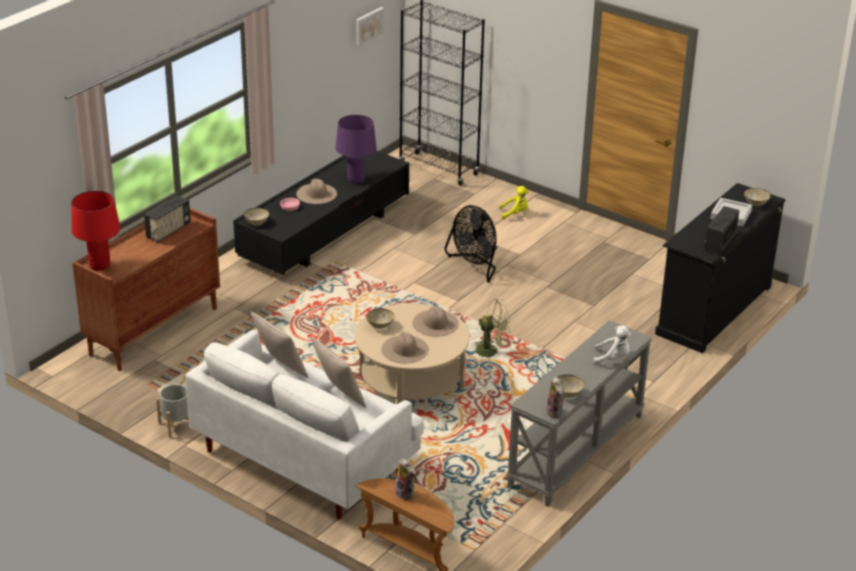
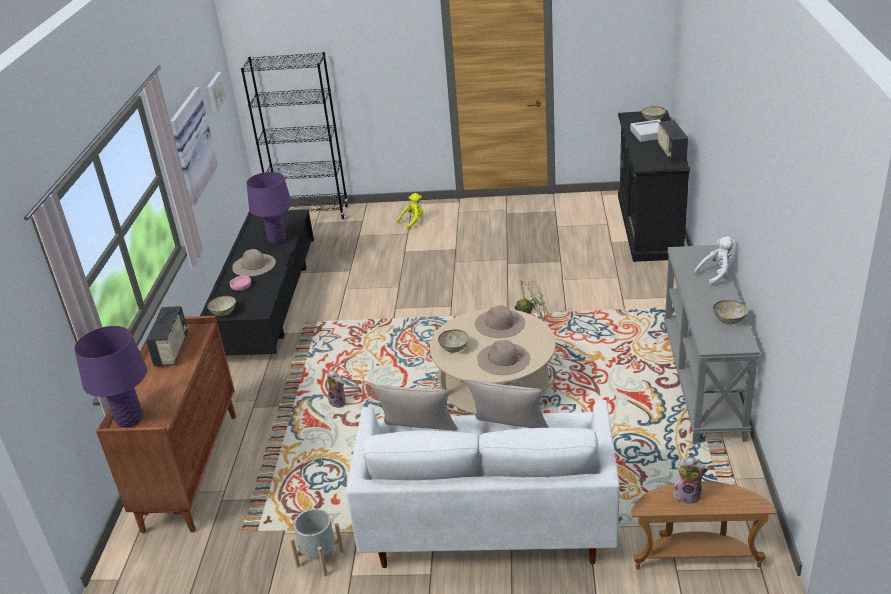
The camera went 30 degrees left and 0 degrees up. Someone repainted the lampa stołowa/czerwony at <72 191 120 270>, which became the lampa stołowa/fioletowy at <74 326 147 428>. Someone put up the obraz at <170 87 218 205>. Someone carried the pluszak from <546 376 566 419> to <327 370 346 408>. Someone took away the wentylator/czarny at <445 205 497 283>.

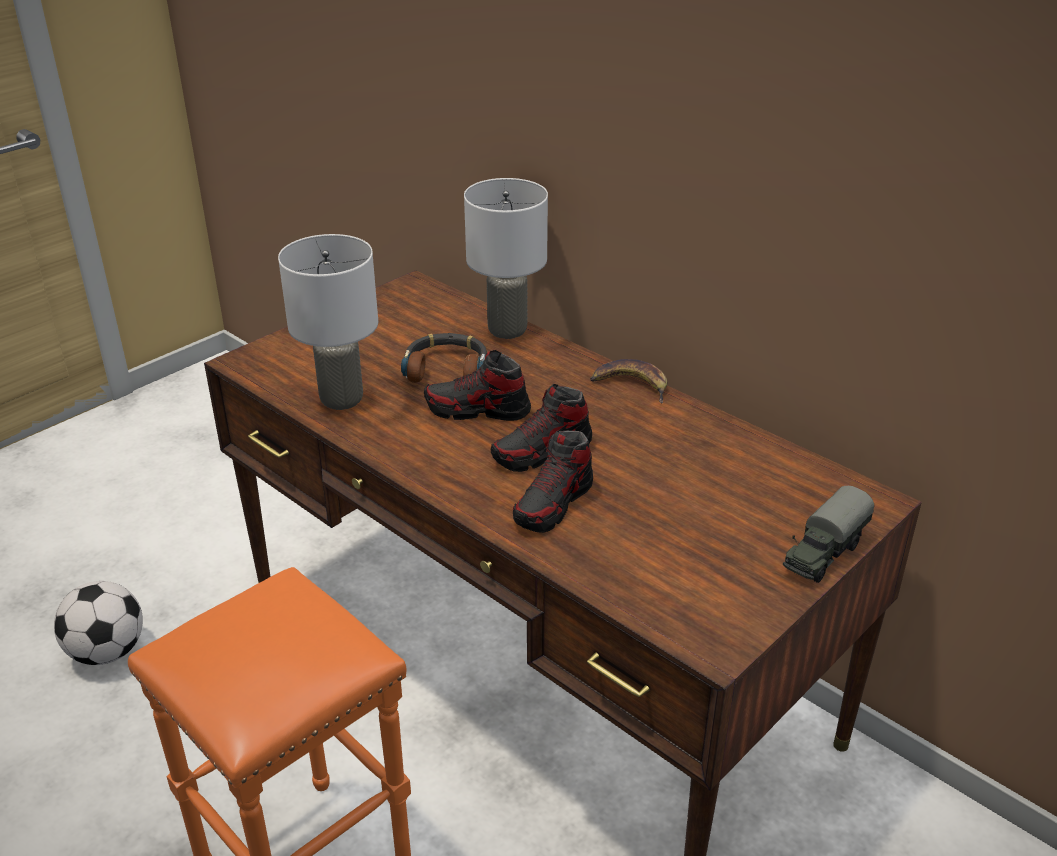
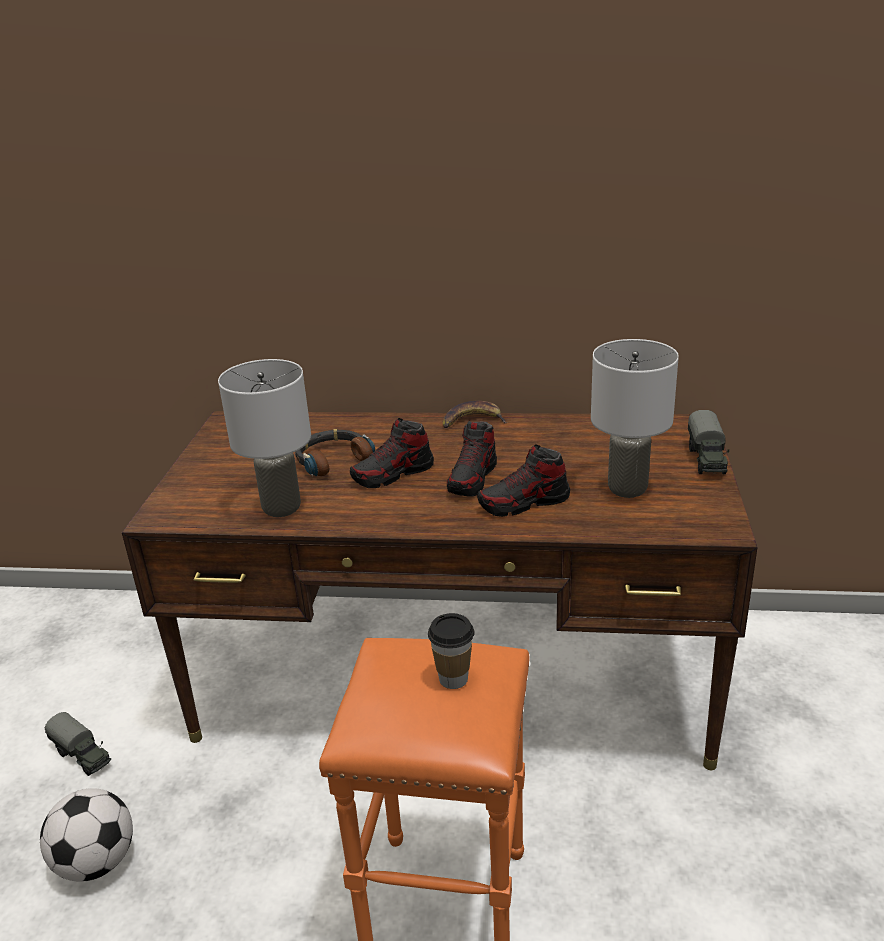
The camera went 35 degrees left and 5 degrees down. Someone put down the ciężarówka zabawkowa at <45 712 111 776>. Someone put down the filiżanka at <428 613 475 689>. Someone rotated the but at <513 431 593 533> by 75 degrees clockwise. Someone carried the lampa stołowa/biały from <464 178 548 339> to <591 339 679 498>.

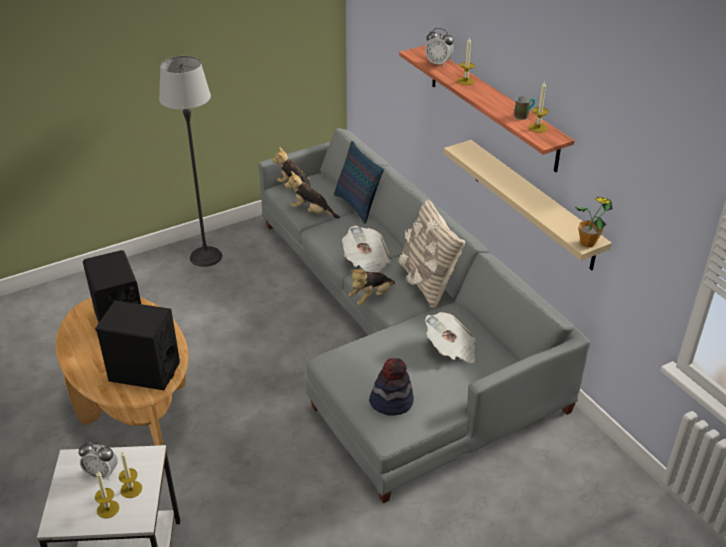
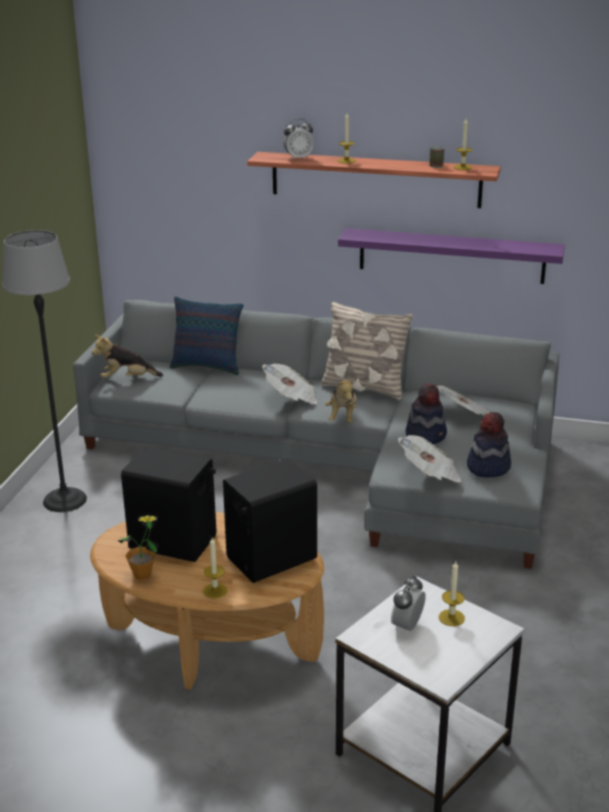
The camera went 45 degrees left and 10 degrees down. Someone carried the roślina doniczkowa from <576 197 613 247> to <117 515 159 580>. Someone carried the świeca from <95 470 119 518> to <203 538 227 598>. Someone repainted the półka/beżowy at <444 140 612 271>, which became the półka/fioletowy at <338 228 565 284>. Someone rotated the budzik at <79 442 118 480> by 150 degrees clockwise. Someone put down the gazeta at <398 435 462 483>. Someone put down the kapelusz at <406 383 447 444>. Someone took away the pluszak at <285 171 340 219>.

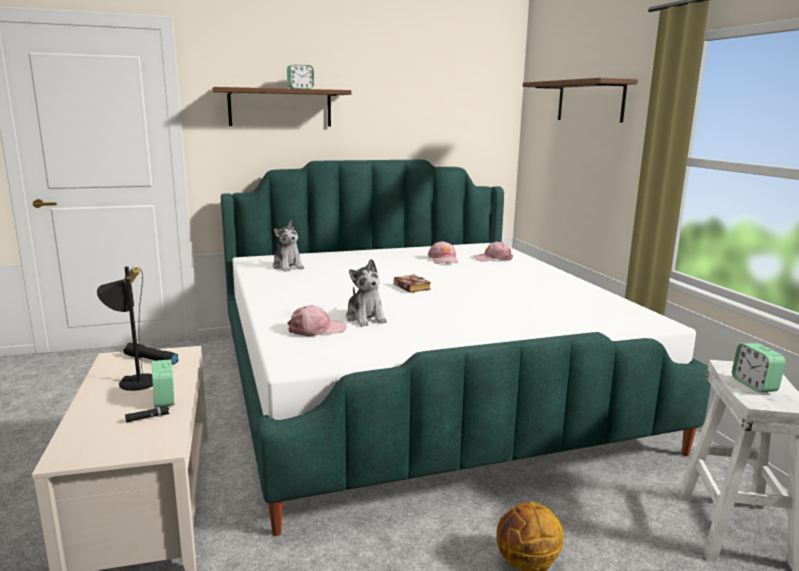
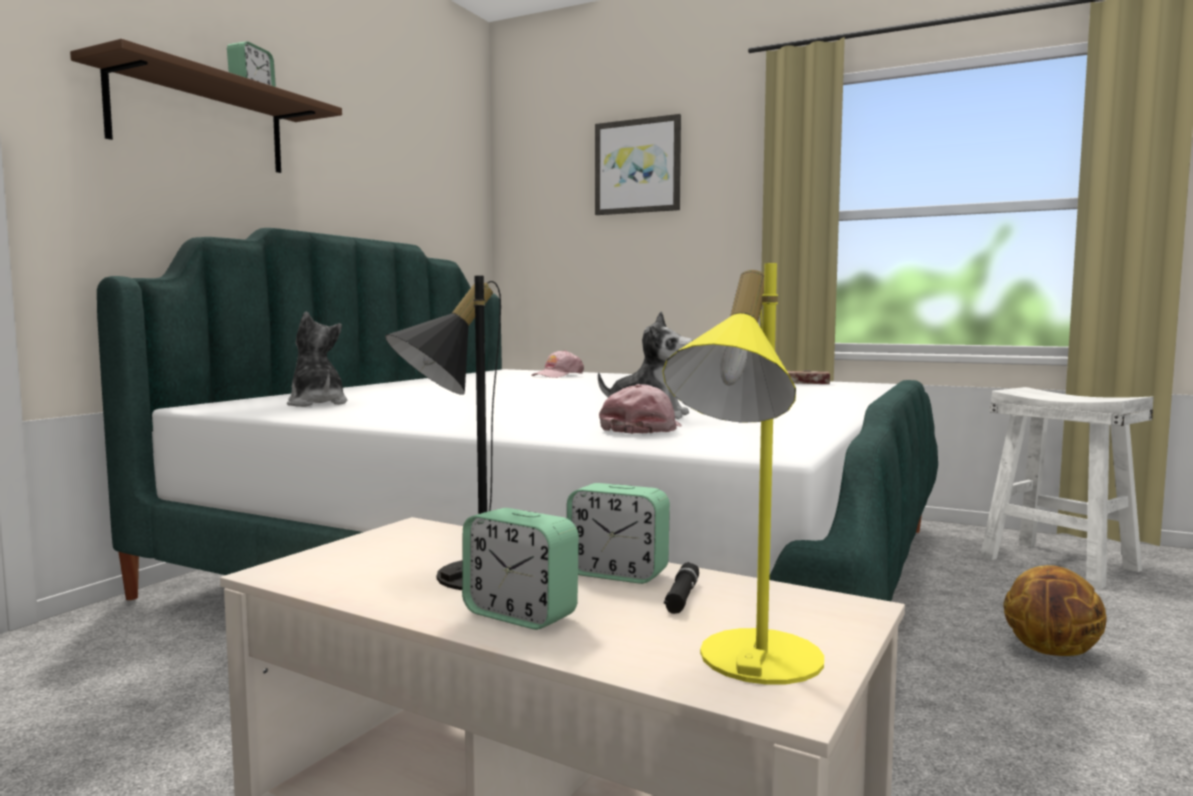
The camera went 45 degrees left and 10 degrees down. Someone rotated the pluszak at <273 221 305 272> by 135 degrees counterclockwise. Someone carried the budzik from <732 343 786 392> to <462 508 579 630>. Someone swapped the półka/brązowy at <523 78 638 123> for the obraz at <595 114 681 215>. Someone put down the lampa stołowa/żółty at <662 263 824 685>. Someone carried the książka from <394 275 431 293> to <787 370 830 384>. Someone took away the latarka/czarny at <123 342 178 364>. Someone took away the czapka z daszkiem/różowy at <428 241 458 264>.

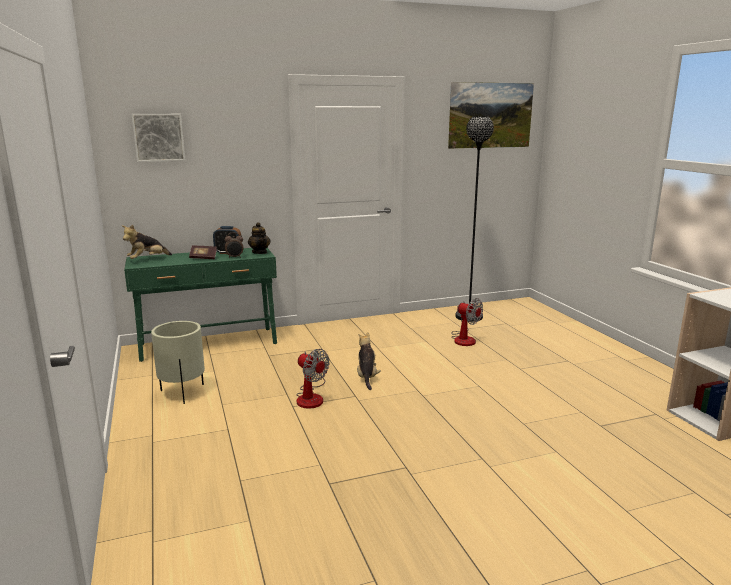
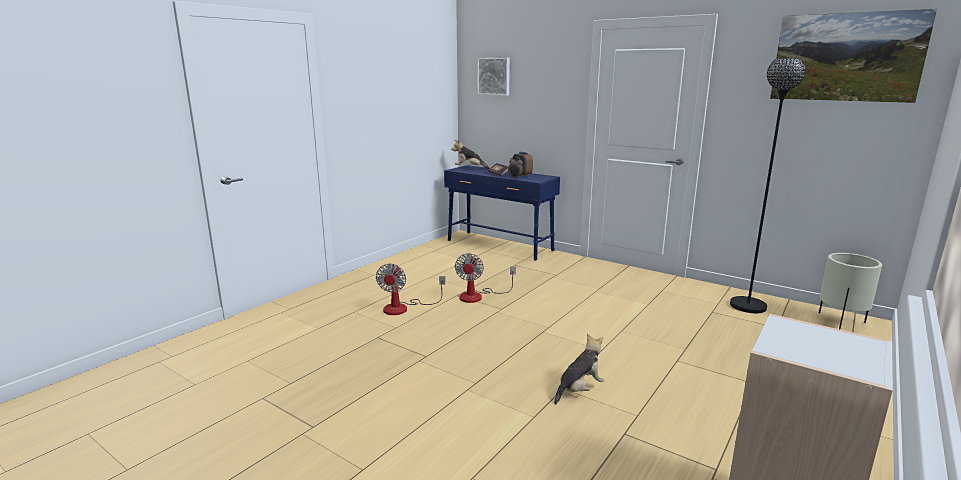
The camera went 55 degrees right and 0 degrees up. Someone carried the wentylator from <451 298 483 346> to <376 263 445 315>. Someone repainted the stolik konsolowy/zielony at <124 248 277 362>, which became the stolik konsolowy/niebieski at <444 165 560 261>. Someone carried the pluszak from <357 332 381 390> to <554 334 604 405>. Someone carried the donica/beżowy from <151 321 205 404> to <819 253 882 329>. Someone took away the imbryk at <248 222 270 254>.

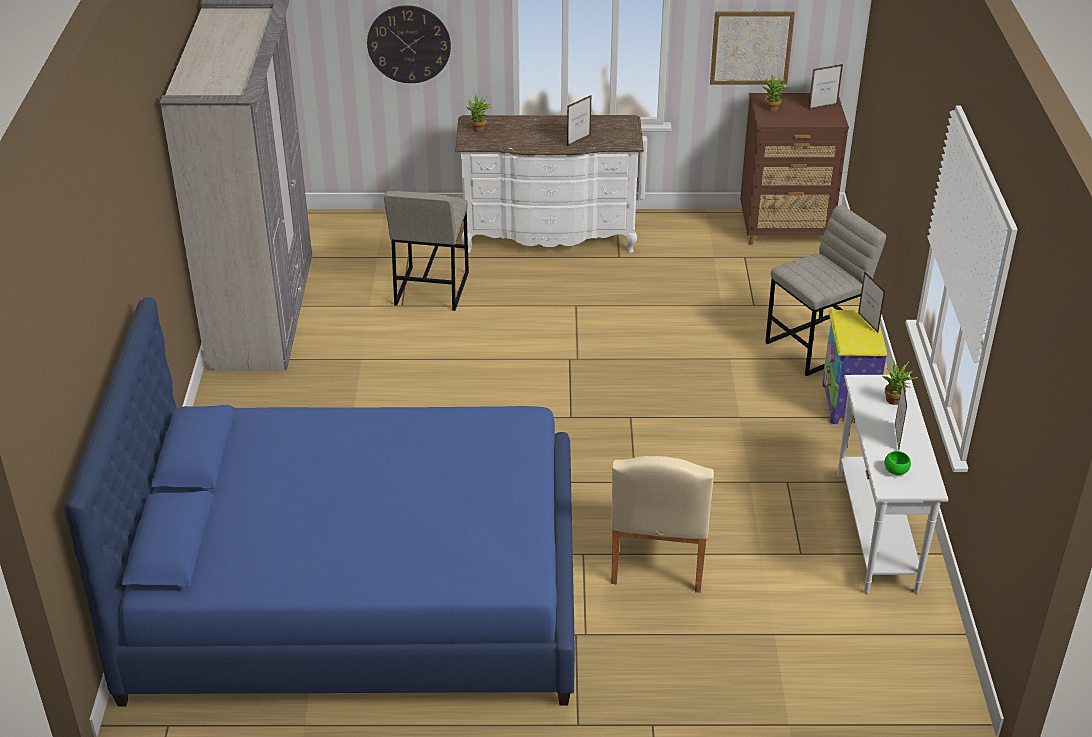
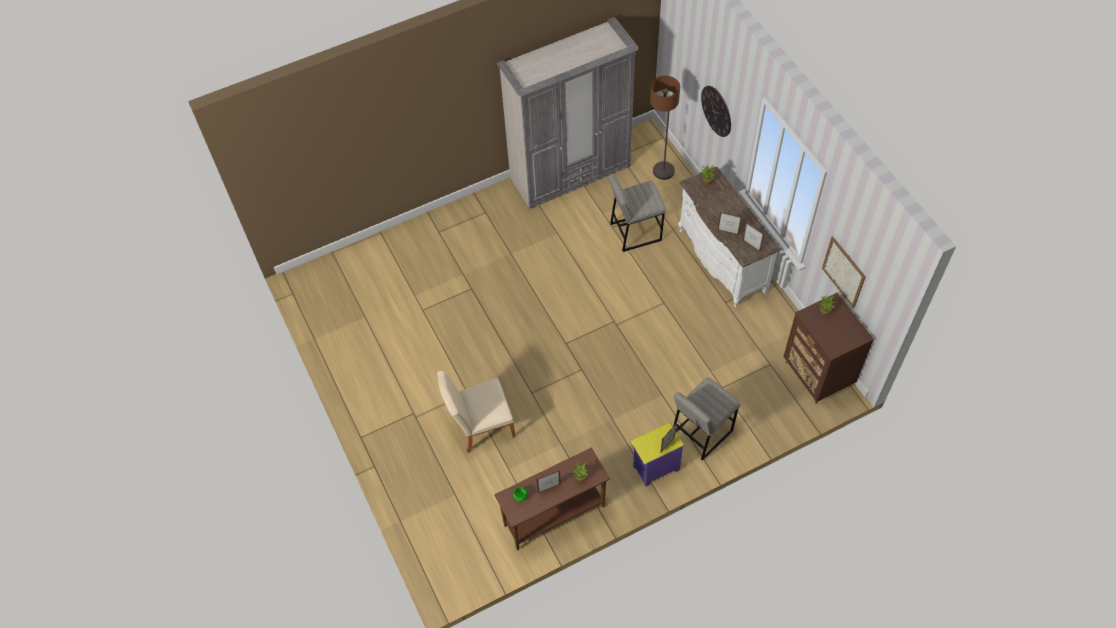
The camera went 65 degrees right and 20 degrees up. Someone repainted the stolik konsolowy/biały at <837 375 948 594>, which became the stolik konsolowy/brązowy at <494 447 610 550>. Someone put down the lampa stojąca/brązowy at <650 76 680 180>. Someone rotated the krzesło/szary at <765 205 886 376> by 105 degrees clockwise. Someone carried the ramka na zdjęcie from <808 64 843 110> to <743 223 764 251>. Someone took away the łóżko/niebieski at <64 297 575 707>.

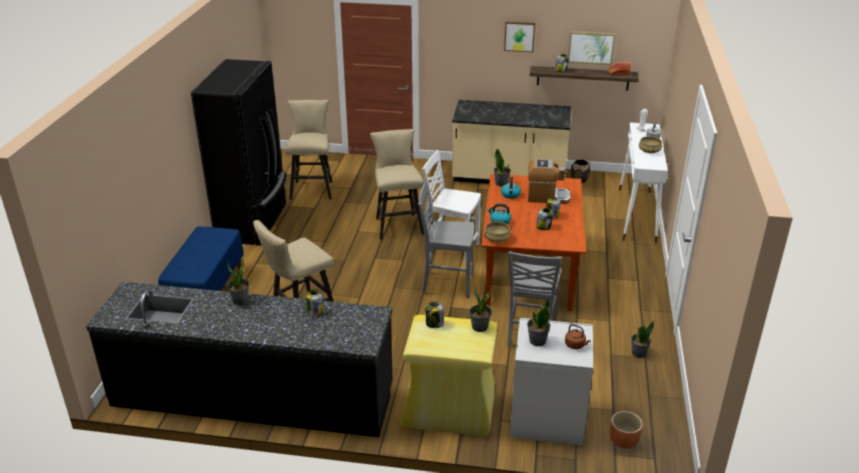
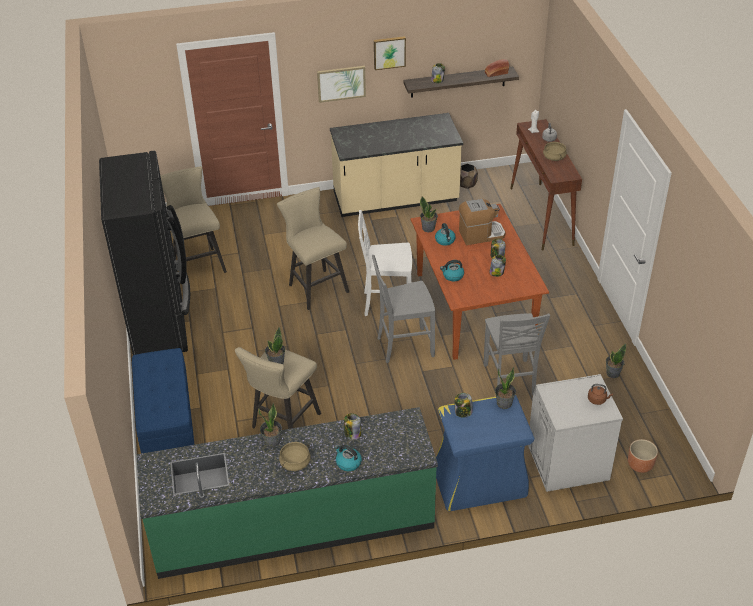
The camera went 20 degrees left and 10 degrees up. Someone repainted the zabudowa kuchenna/czarny at <86 282 393 437>, which became the zabudowa kuchenna/zielony at <136 407 438 579>. Someone carried the roślina doniczkowa from <527 299 551 346> to <265 327 285 364>. Someone carried the garnek/beżowy from <484 222 512 242> to <279 442 311 471>. Someone carried the obraz from <568 31 616 65> to <317 66 366 103>. Someone put down the czajnik at <334 445 362 471>. Someone repainted the szafka nocna/żółty at <401 315 498 436>, which became the szafka nocna/niebieski at <436 395 535 511>. Someone repainted the stolik konsolowy/biały at <619 123 668 243>, which became the stolik konsolowy/brązowy at <510 119 582 250>.

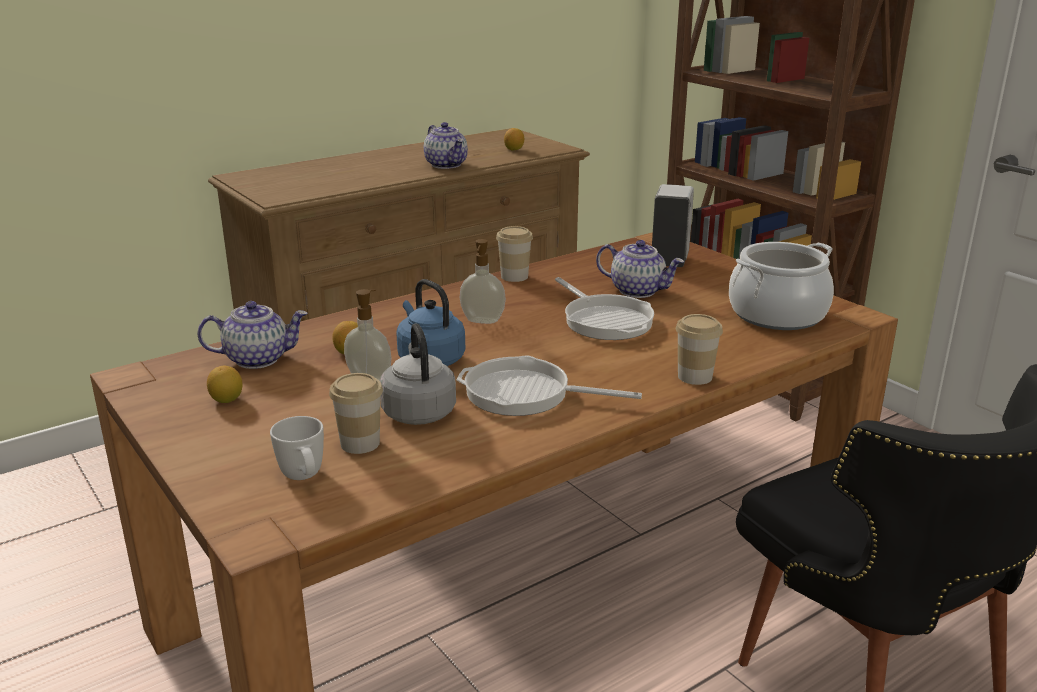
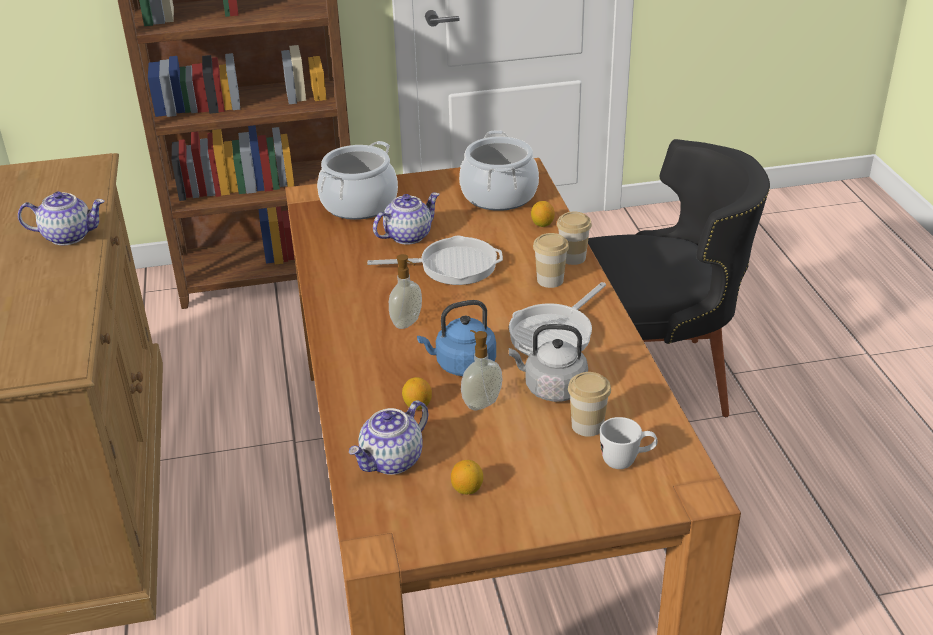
The camera went 65 degrees left and 10 degrees up. Someone swapped the dozownik mydła/biały at <652 184 694 267> for the garnek at <317 141 398 220>. Someone rotated the imbryk at <197 301 308 369> by 150 degrees counterclockwise. Someone carried the cytryna from <504 128 524 150> to <531 201 555 227>. Someone carried the filiżanka from <496 226 533 282> to <533 233 569 288>.

